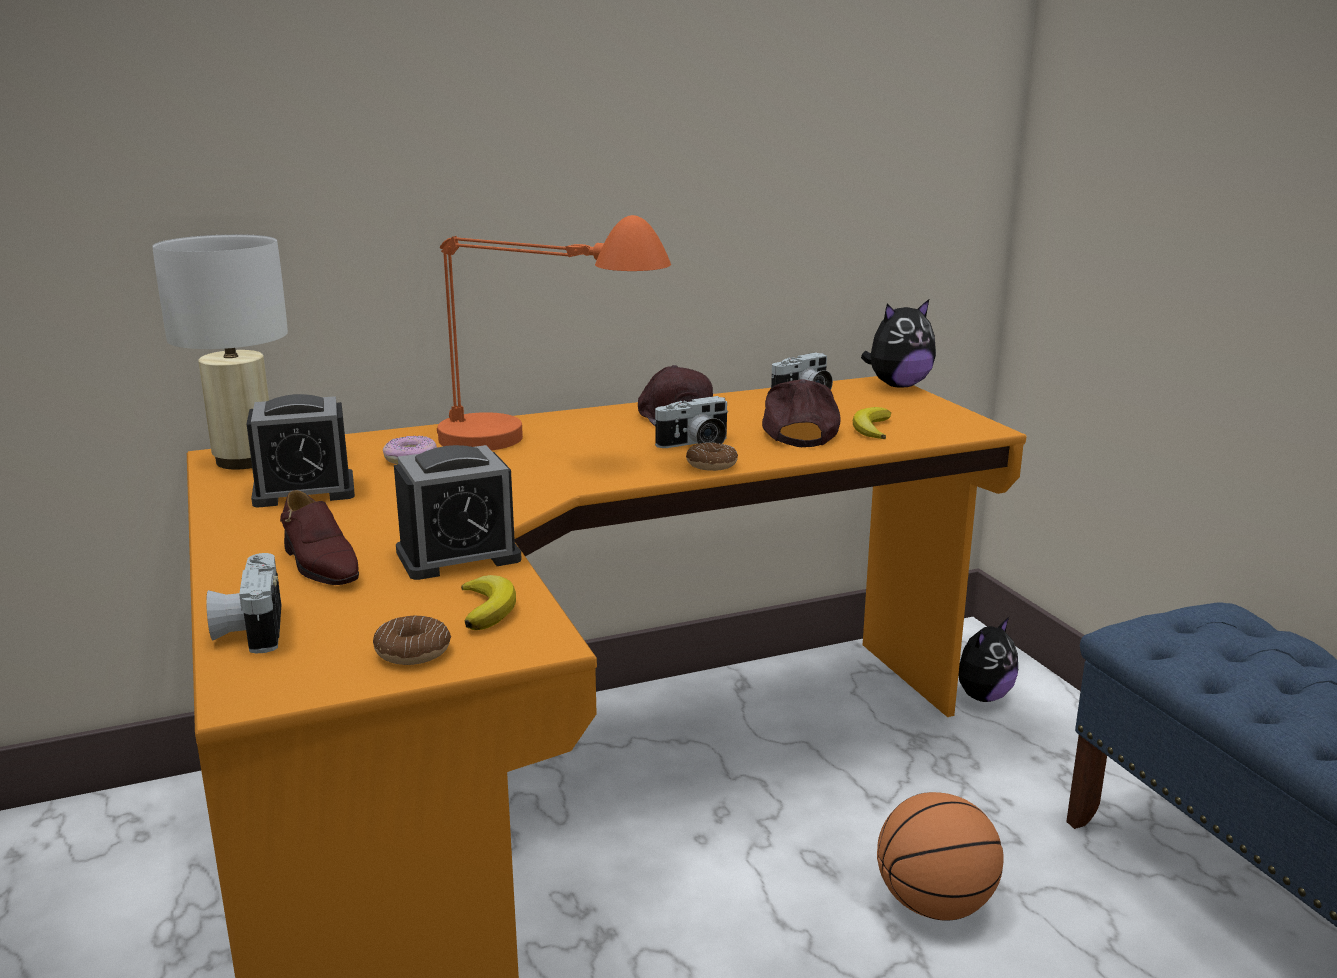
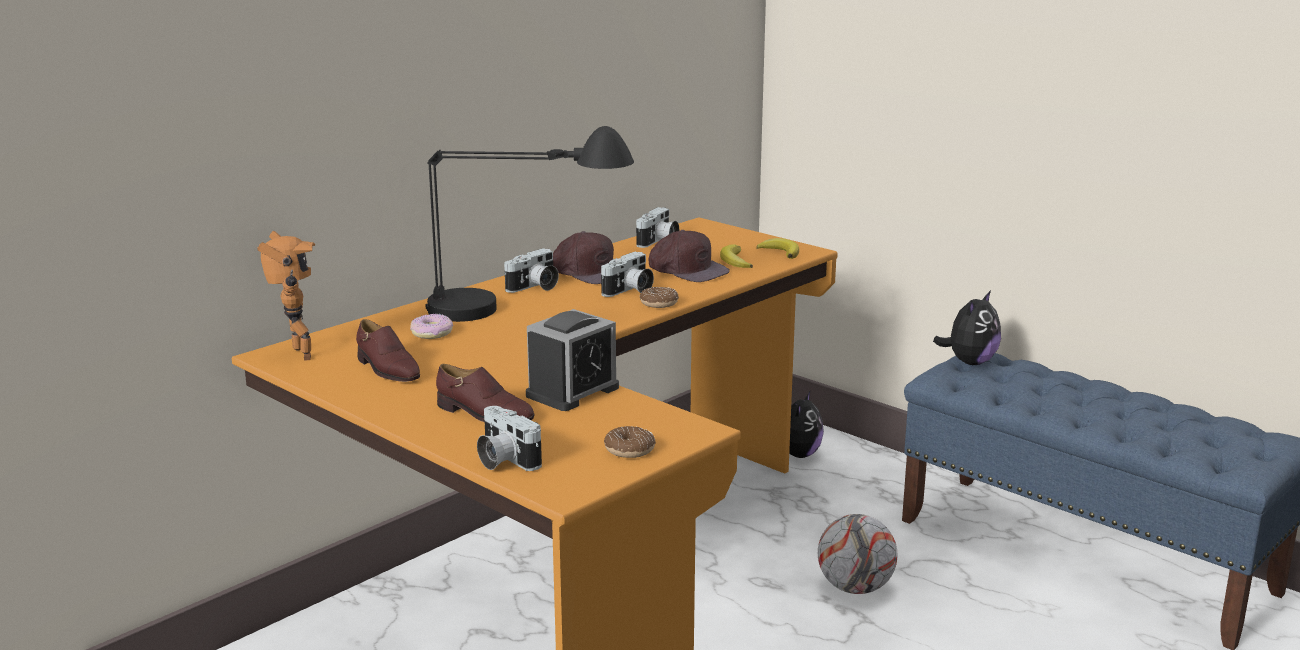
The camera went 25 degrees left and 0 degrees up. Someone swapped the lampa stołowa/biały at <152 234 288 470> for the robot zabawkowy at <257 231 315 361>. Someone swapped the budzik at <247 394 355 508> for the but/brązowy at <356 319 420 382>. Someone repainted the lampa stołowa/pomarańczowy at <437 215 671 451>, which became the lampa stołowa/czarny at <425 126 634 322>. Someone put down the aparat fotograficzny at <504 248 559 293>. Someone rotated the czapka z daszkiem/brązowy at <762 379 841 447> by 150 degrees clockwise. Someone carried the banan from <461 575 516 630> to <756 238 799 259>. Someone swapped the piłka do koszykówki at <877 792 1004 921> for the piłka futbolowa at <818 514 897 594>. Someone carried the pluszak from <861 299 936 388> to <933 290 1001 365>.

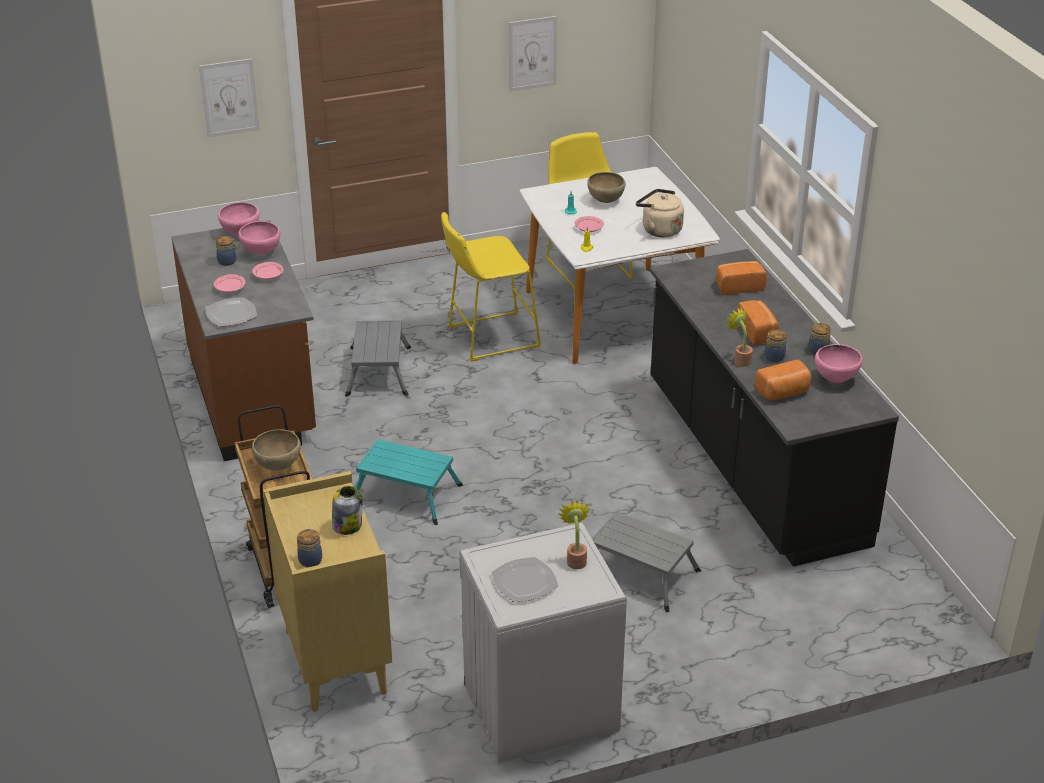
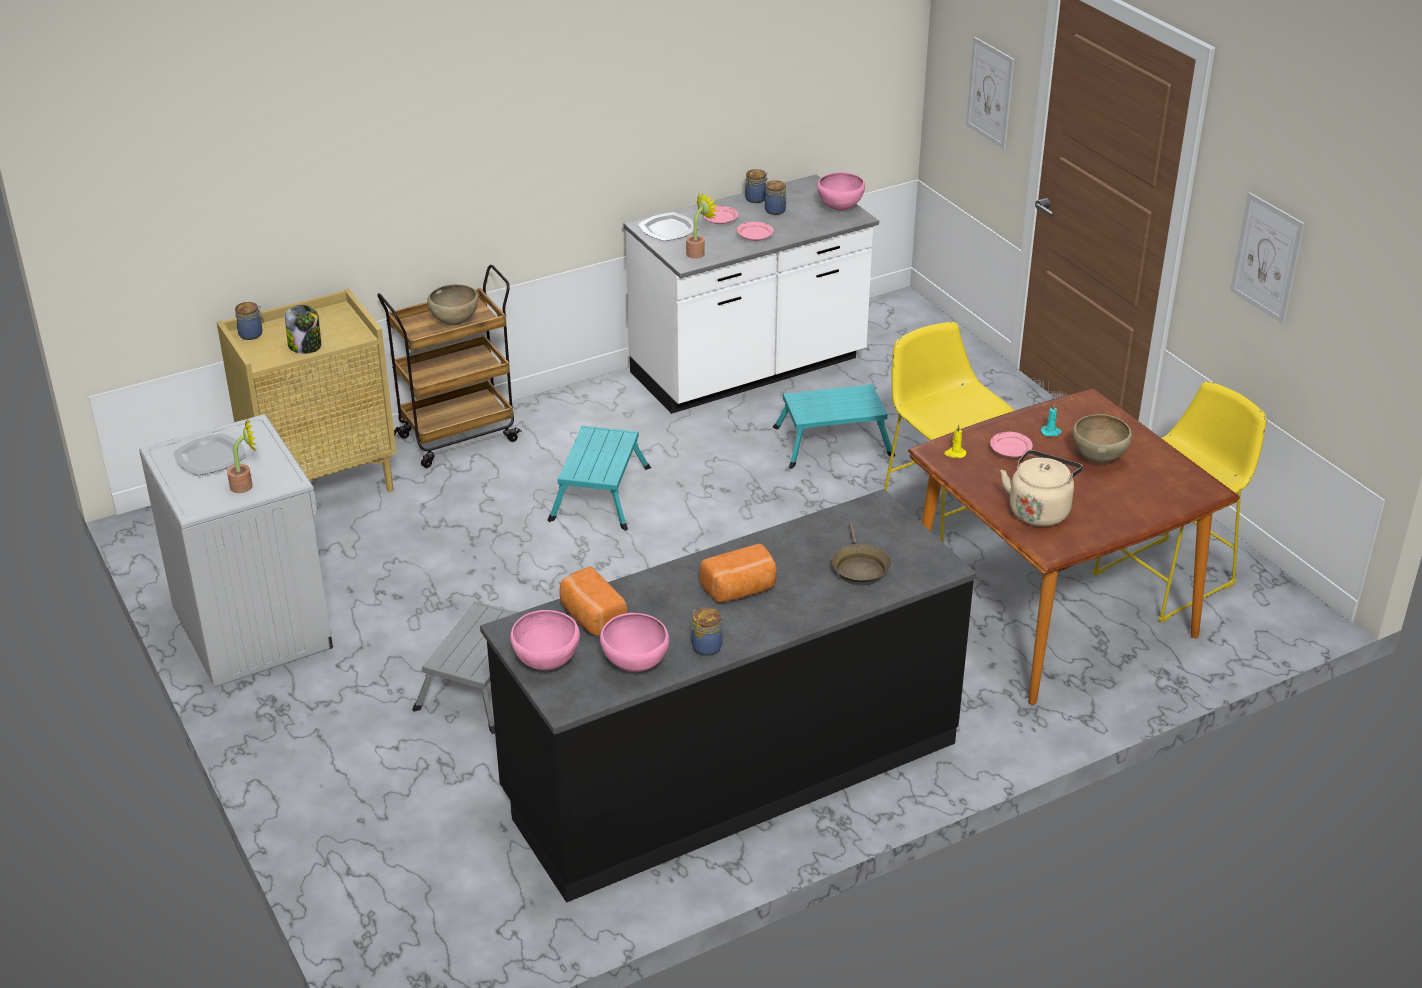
The camera went 80 degrees right and 0 degrees up. Someone carried the miska/różowy from <238 221 280 255> to <510 610 580 670>. Someone repainted the zabudowa kuchenna/brązowy at <171 220 316 461>, which became the zabudowa kuchenna/biały at <623 175 879 414>. Someone carried the roślina doniczkowa from <726 308 753 367> to <686 192 718 259>. Someone carried the słoik from <765 330 787 362> to <745 169 768 203>. Someone repainted the drabinka/szary at <345 320 412 397>, which became the drabinka/turkusowy at <772 384 895 469>. Someone swapped the chleb at <717 261 767 295> for the patelnia/brązowy at <831 523 891 586>. Someone repainted the stół jadalny/biały at <519 167 720 364>, which became the stół jadalny/brązowy at <908 388 1240 705>.

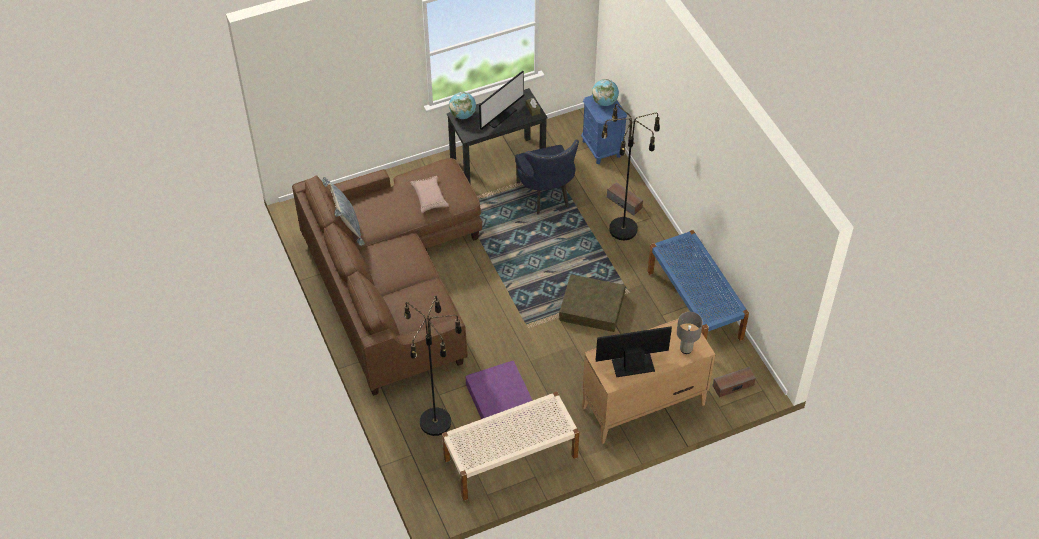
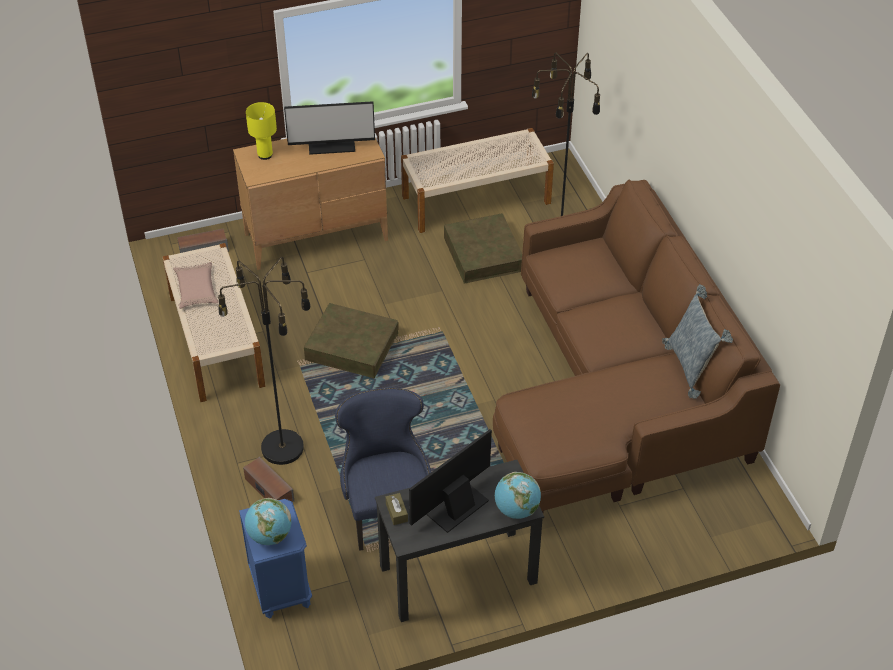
The camera went 175 degrees left and 5 degrees down. Someone repainted the ławka/niebieski at <648 230 749 341>, which became the ławka/beżowy at <162 243 266 402>. Someone carried the poduszka/beżowy from <410 176 449 213> to <173 262 218 309>. Someone repainted the lampa stołowa/szary at <677 312 703 354>, which became the lampa stołowa/żółty at <246 102 277 160>. Someone repainted the pojemnik do przechowywania/fioletowy at <465 361 535 427>, which became the pojemnik do przechowywania/brązowy at <444 213 522 284>.

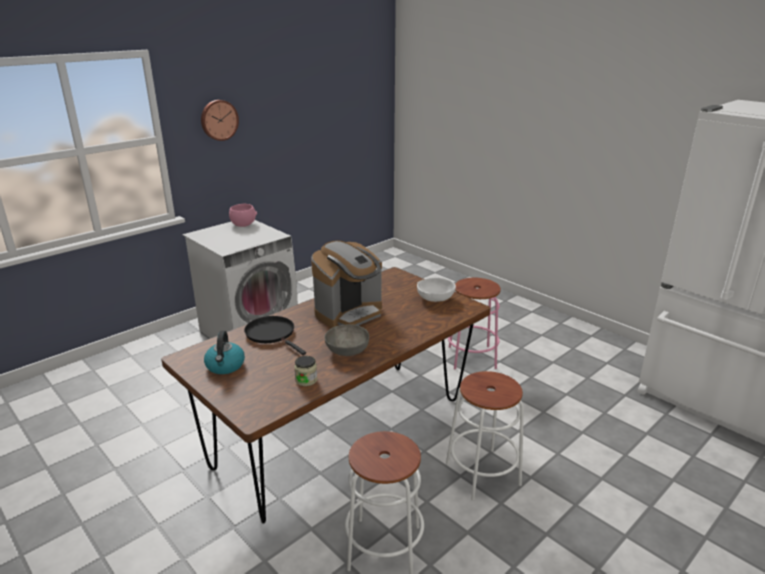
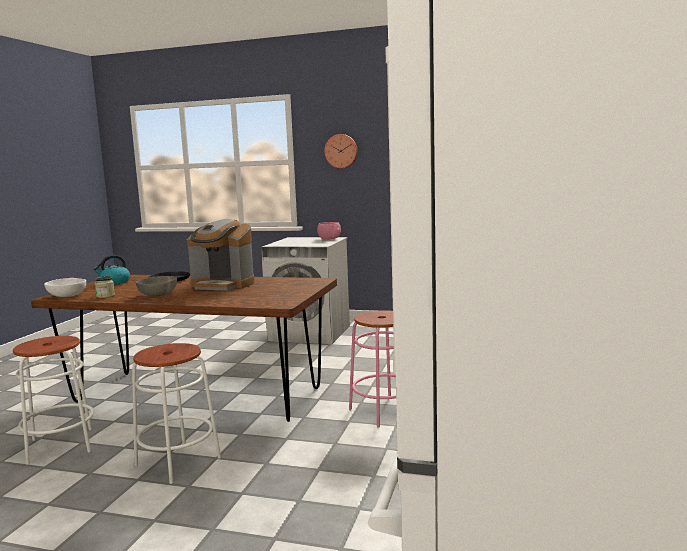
The camera went 60 degrees right and 15 degrees down. Someone carried the miska/biały from <417 278 456 302> to <44 278 86 297>.

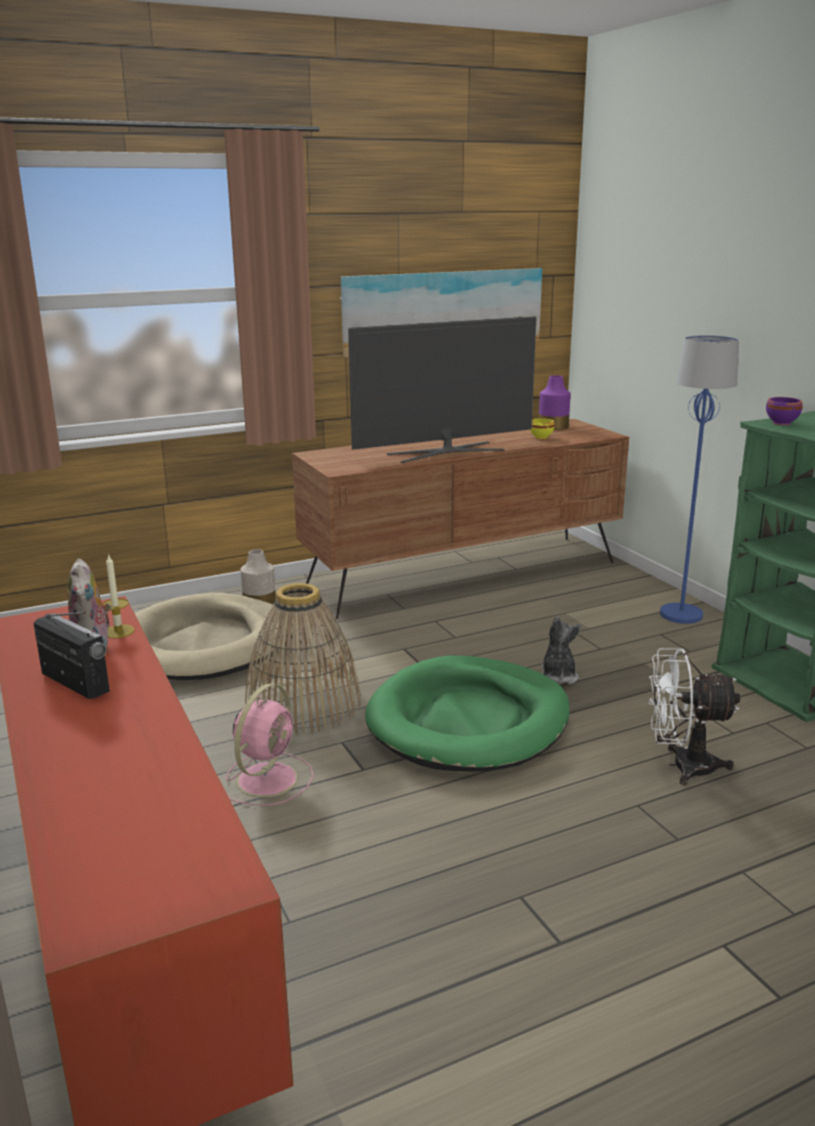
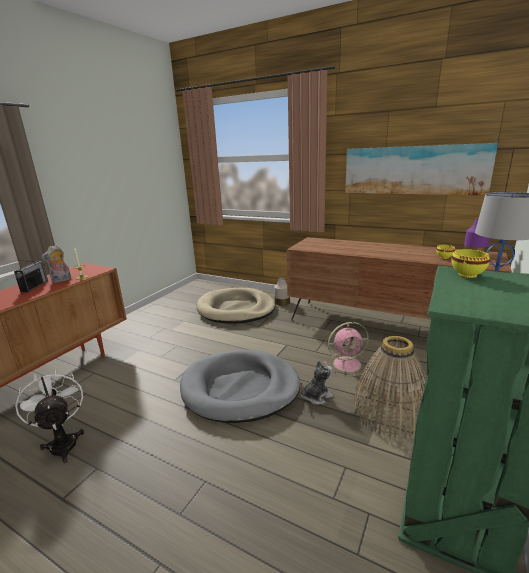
The camera went 55 degrees right and 0 degrees up. Someone carried the wentylator/biały from <648 648 740 785> to <15 369 84 463>. Someone repainted the legowisko/zielony at <365 656 569 772>, which became the legowisko/szary at <180 350 300 423>. Someone carried the wentylator/różowy from <226 683 313 806> to <324 322 369 376>. Someone carried the koszyk from <245 583 361 735> to <353 336 427 438>. Someone repainted the miska/fioletowy at <766 397 803 425>, which became the miska/żółty at <451 249 490 278>. Someone took away the telewizor at <348 316 536 463>.

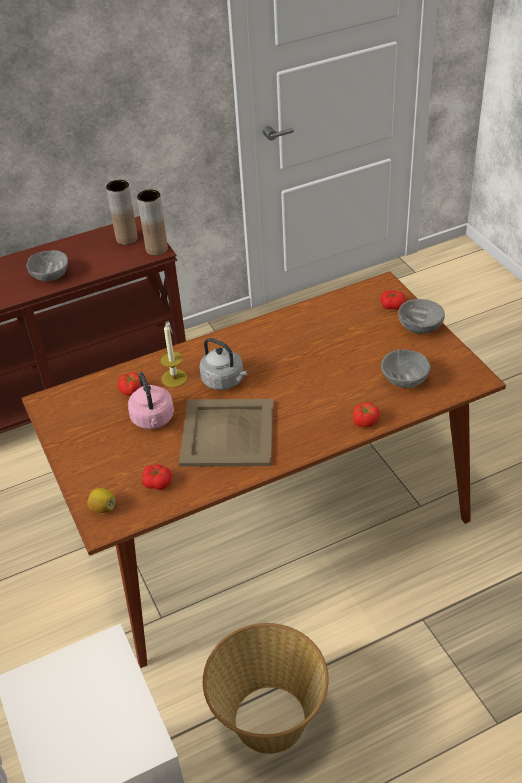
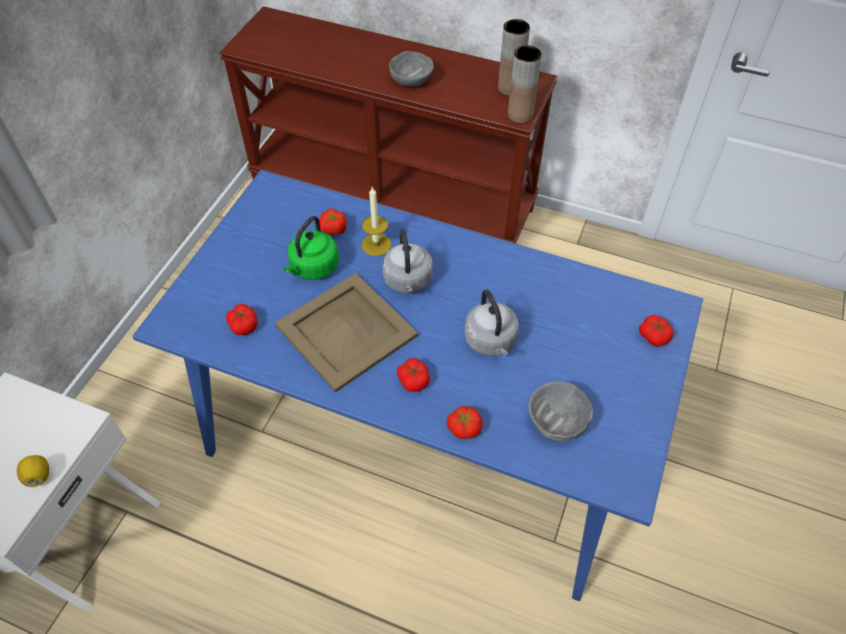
The camera went 45 degrees right and 10 degrees up. Someone carried the cytryna from <87 488 115 513> to <17 455 49 487>. Someone repainted the stół jadalny/brązowy at <22 272 506 668>, which became the stół jadalny/niebieski at <132 170 703 601>. Someone repainted the czajnik/różowy at <128 372 174 429>, which became the czajnik/zielony at <284 216 339 280>. Someone put down the pomidor at <397 358 430 392>. Someone put down the czajnik/szary at <464 290 519 356>. Someone took away the koszyk at <203 623 329 754>. Someone took away the miska/szary at <398 299 445 334>.

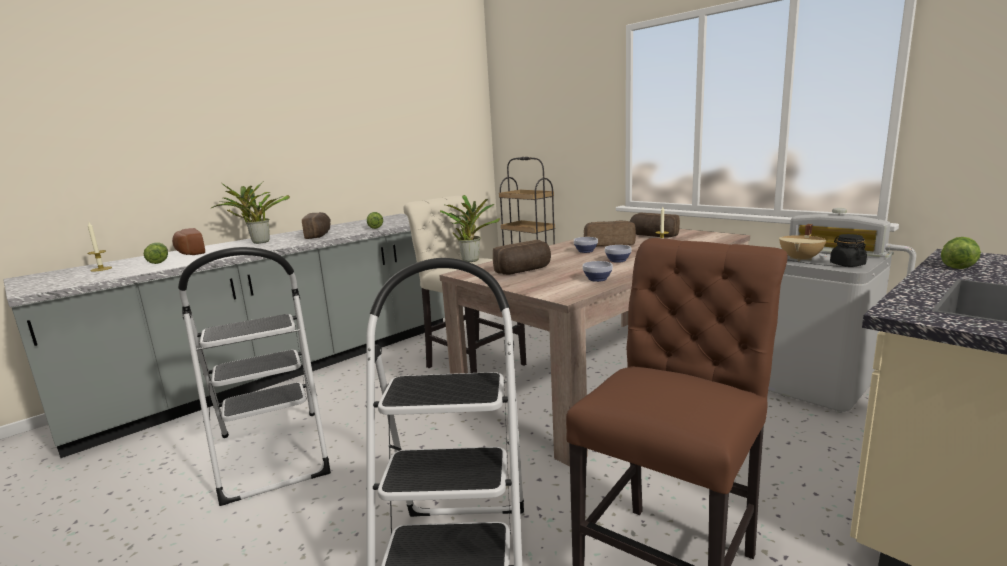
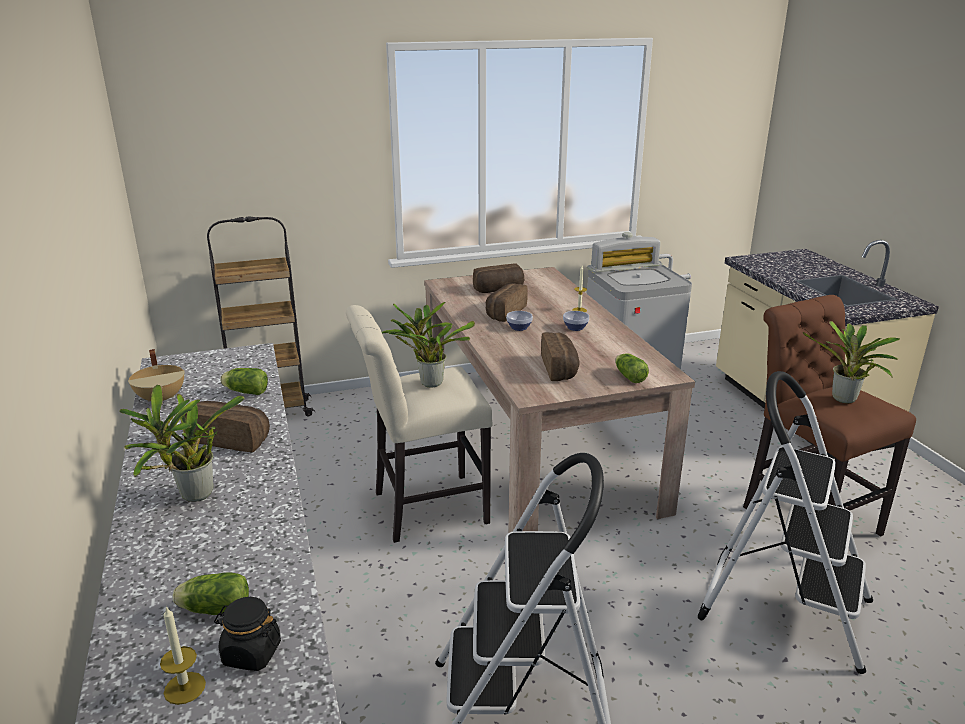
The camera went 65 degrees left and 10 degrees up. Someone carried the garnek/beżowy from <779 224 827 261> to <128 349 185 404>. Someone carried the słoik/czarny from <830 234 867 267> to <214 597 281 671>. Someone carried the sałata from <941 237 981 269> to <615 353 649 383>. Someone put down the roślina doniczkowa at <803 321 900 404>. Someone took away the chleb at <172 228 205 255>. Someone took away the miska at <582 261 613 282>.

